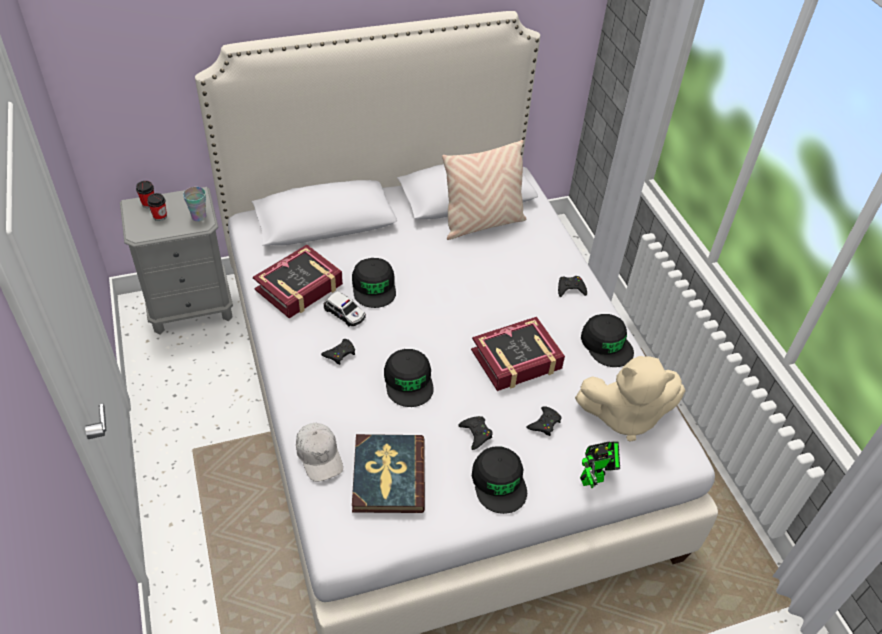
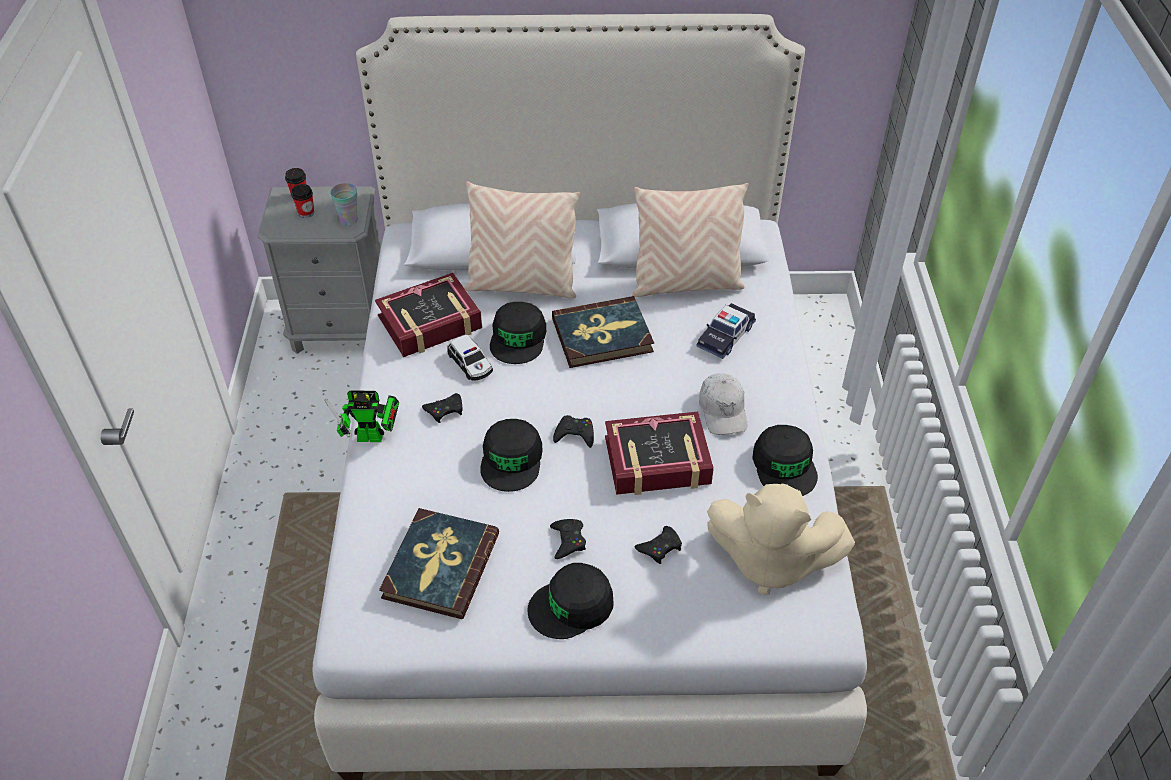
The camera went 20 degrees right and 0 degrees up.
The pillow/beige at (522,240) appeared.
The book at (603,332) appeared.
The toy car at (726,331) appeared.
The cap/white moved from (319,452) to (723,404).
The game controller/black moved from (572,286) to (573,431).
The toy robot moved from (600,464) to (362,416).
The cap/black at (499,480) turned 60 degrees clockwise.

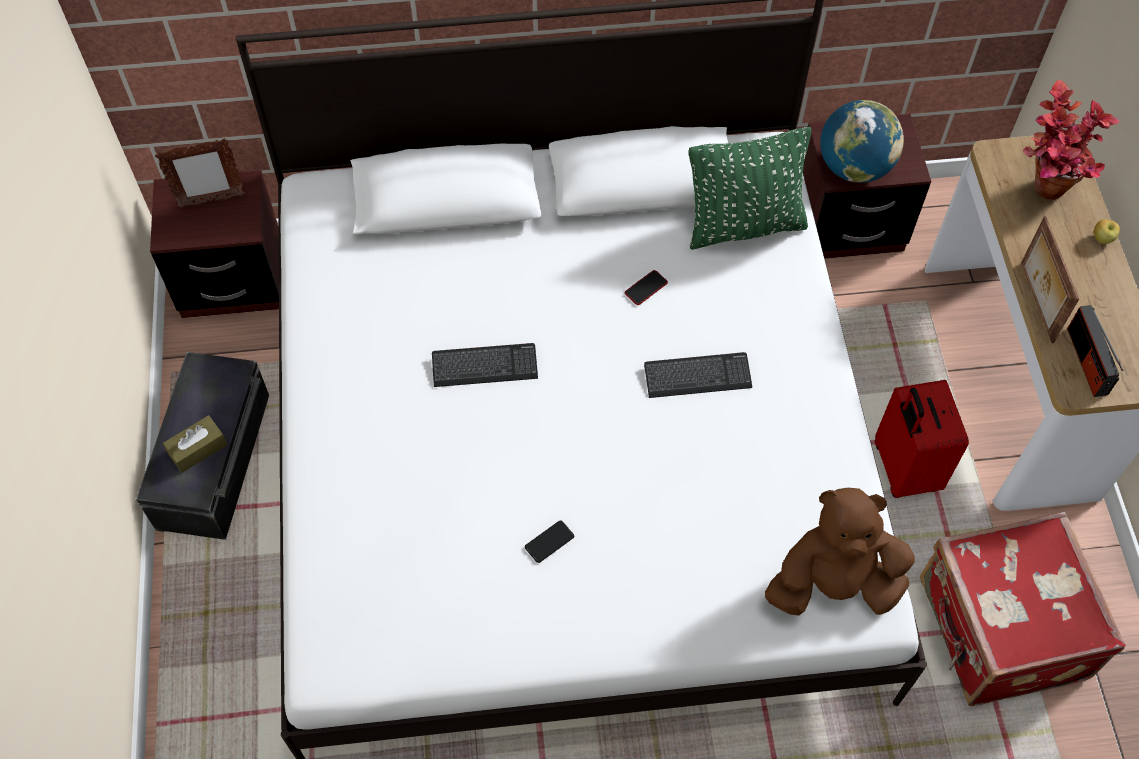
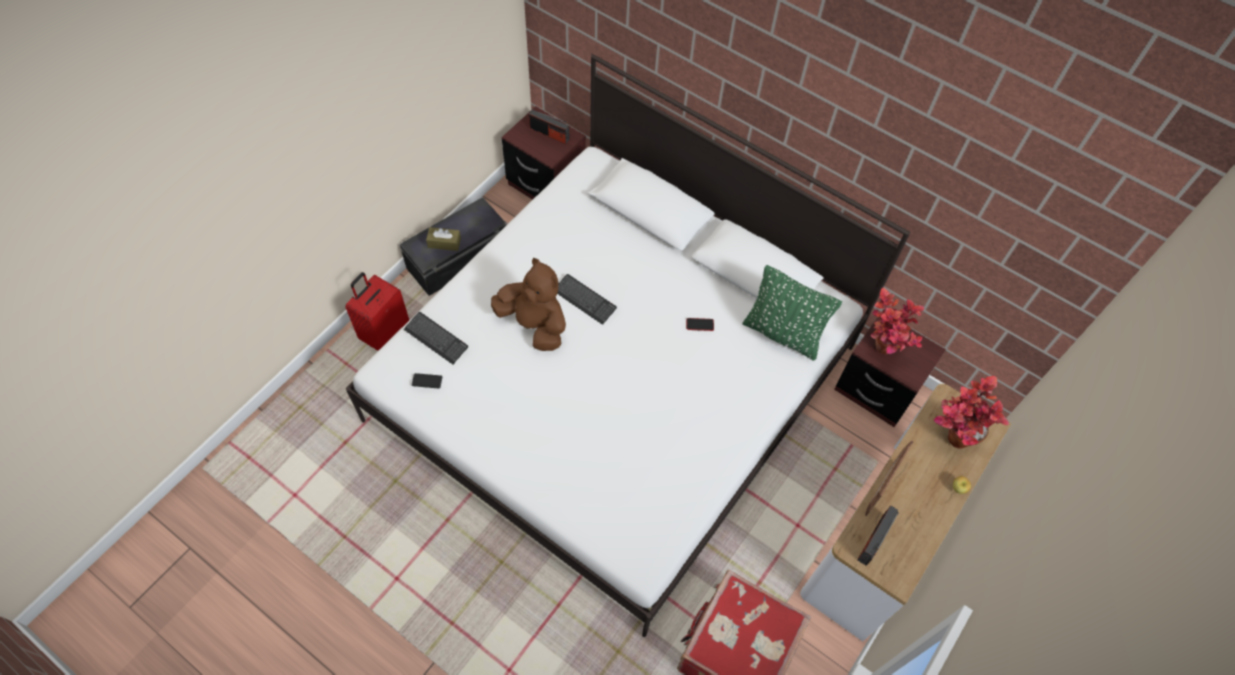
The camera went 40 degrees right and 0 degrees up.
The phone moved from (549,541) to (427,381).
The keyboard moved from (698,375) to (436,338).
The plush toy/brown moved from (840,551) to (528,304).
The suitcase/red moved from (922,439) to (377,311).
The picture frame at (200,173) was replaced by the radio at (549,127).
The globe at (862,141) was replaced by the potted plant at (897,321).

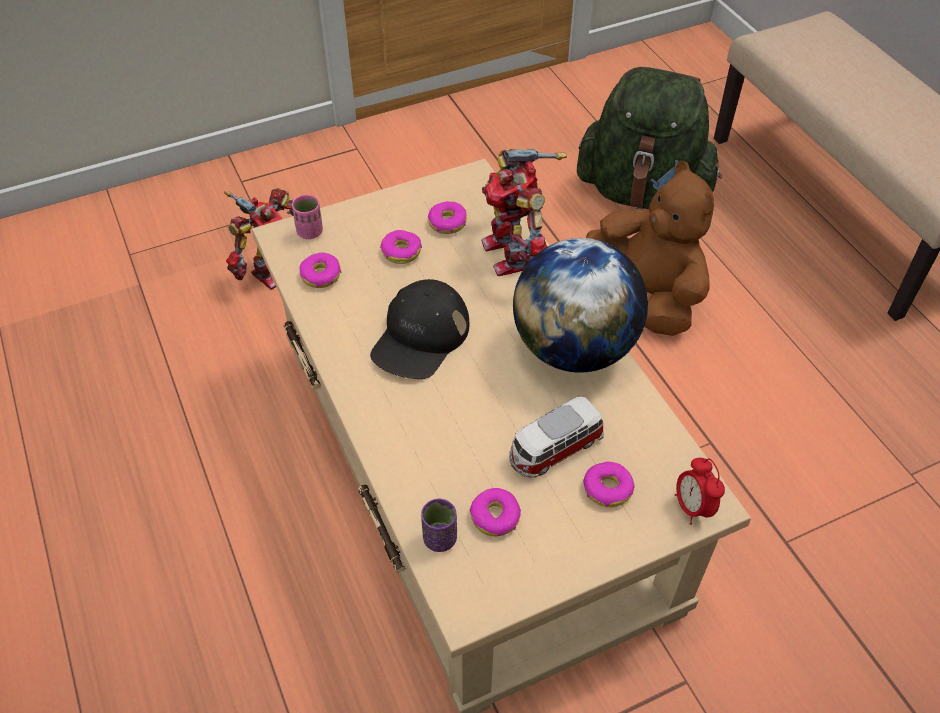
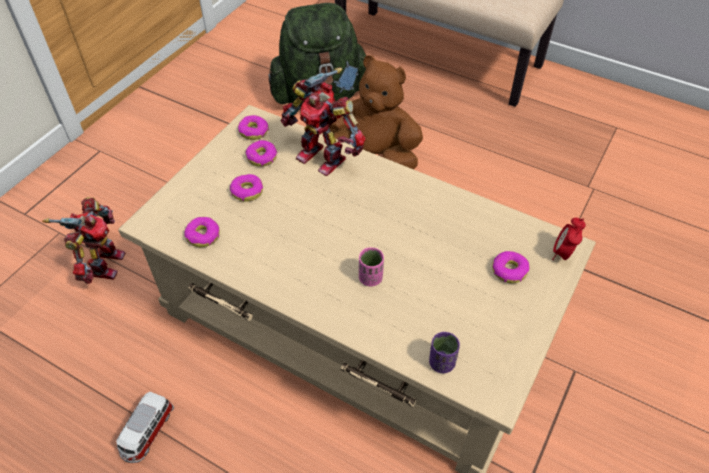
The camera went 35 degrees left and 0 degrees up.
The cap/black at (419,329) disappeared.
The globe at (580,305) disappeared.
The cup/pink moved from (307,217) to (371,267).
The donut moved from (495,512) to (253,127).
The toy car moved from (556,437) to (145,427).
The alarm clock at (700,491) turned 75 degrees clockwise.

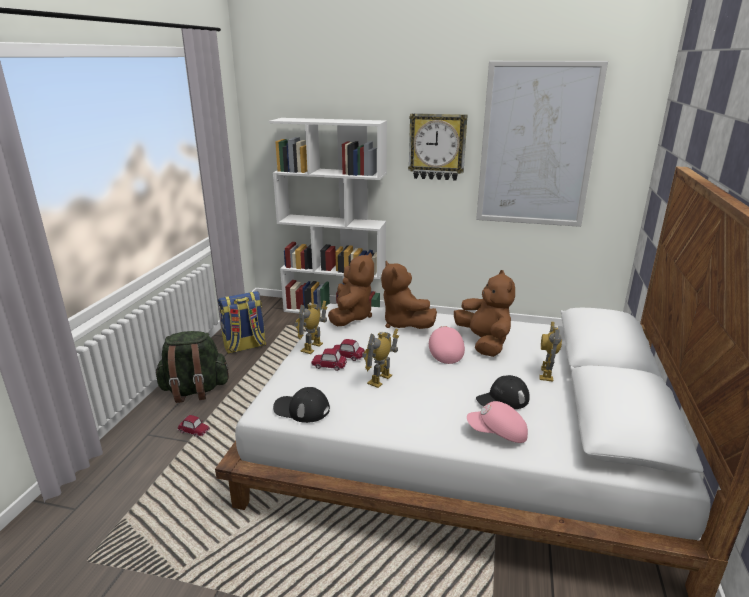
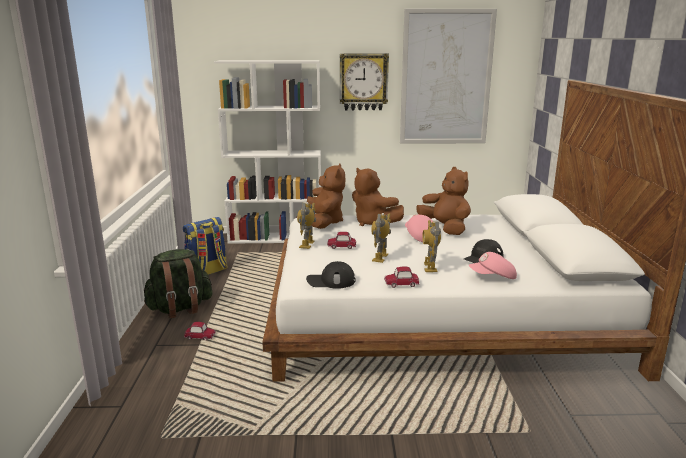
The camera went 15 degrees left and 5 degrees down.
The toy car moved from (329,359) to (401,277).
The toy robot moved from (550,352) to (431,246).

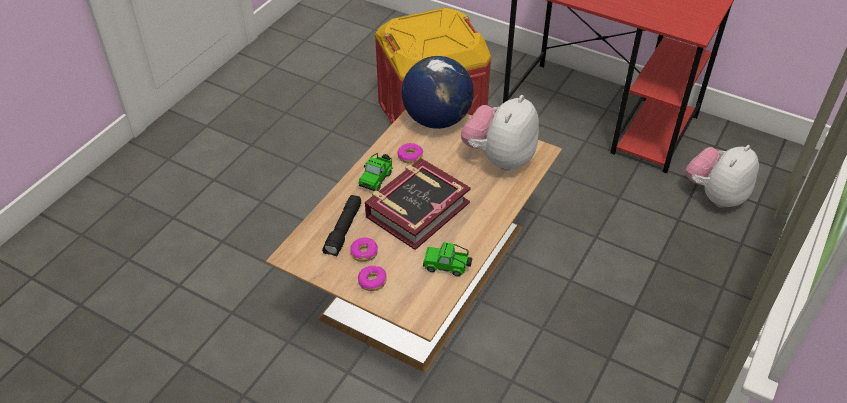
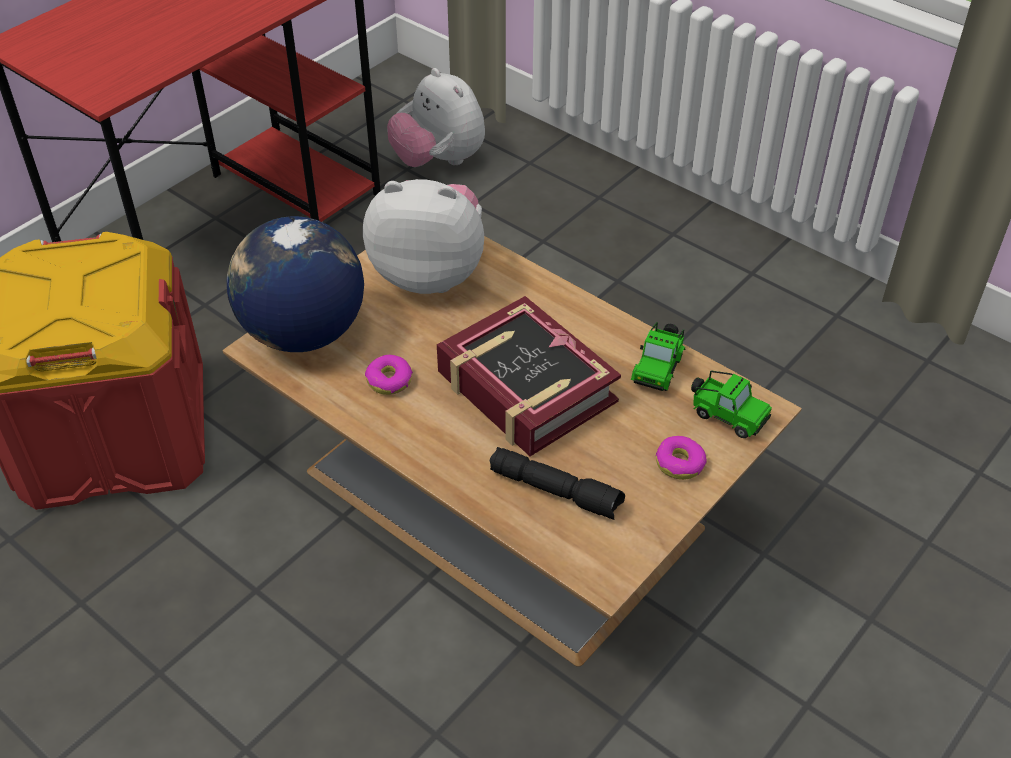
The camera went 80 degrees left and 0 degrees up.
The donut at (364,249) disappeared.
The toy car moved from (375,172) to (731,404).
The plush toy at (500,133) turned 150 degrees clockwise.

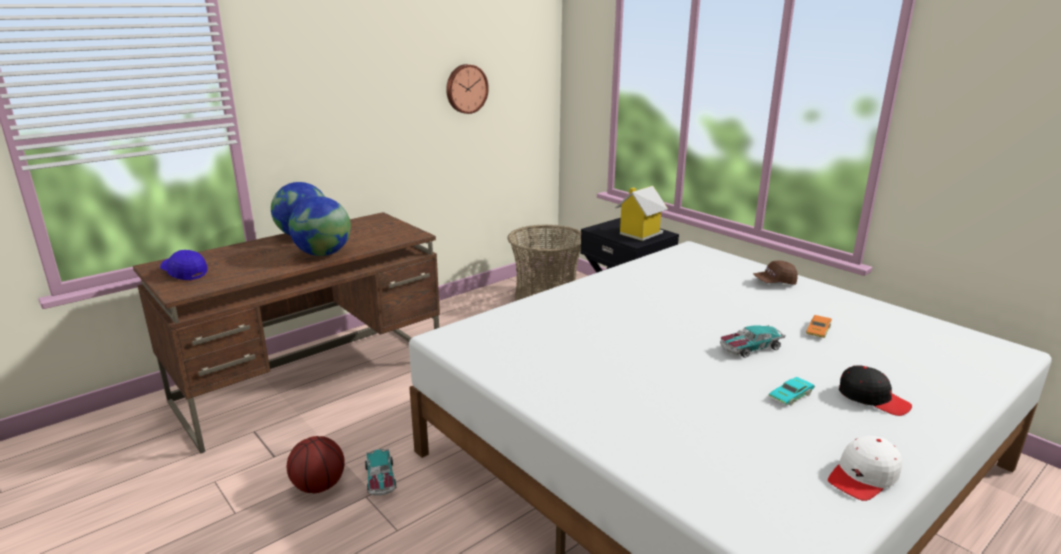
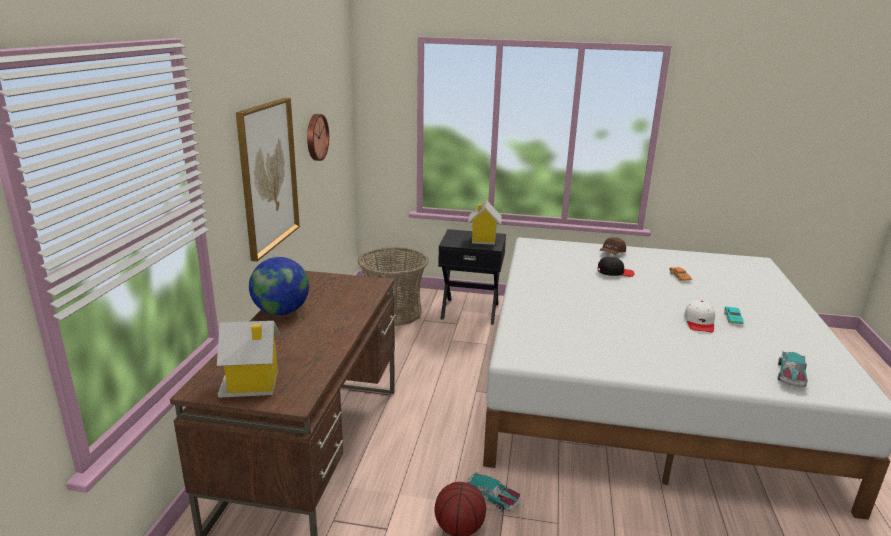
The camera went 40 degrees left and 0 degrees up.
The globe at (320,226) disappeared.
The picture at (268,179) appeared.
The toy car moved from (752,341) to (793,369).
The cap/white moved from (865,468) to (699,316).
The cap/black moved from (875,390) to (616,267).
The cap/blue at (184,265) was replaced by the toy house at (248,359).

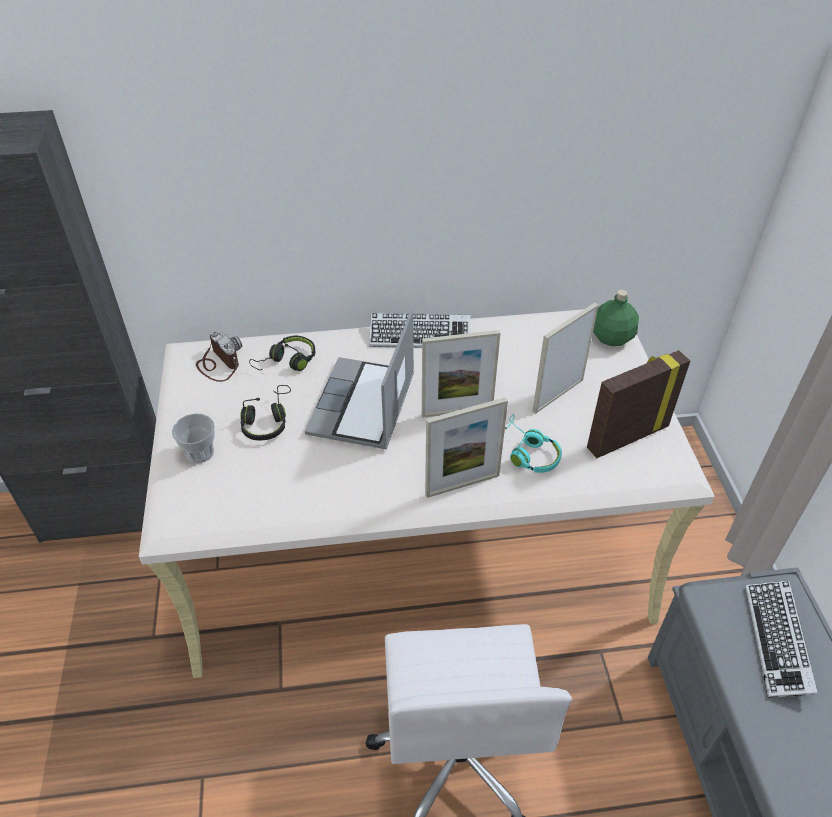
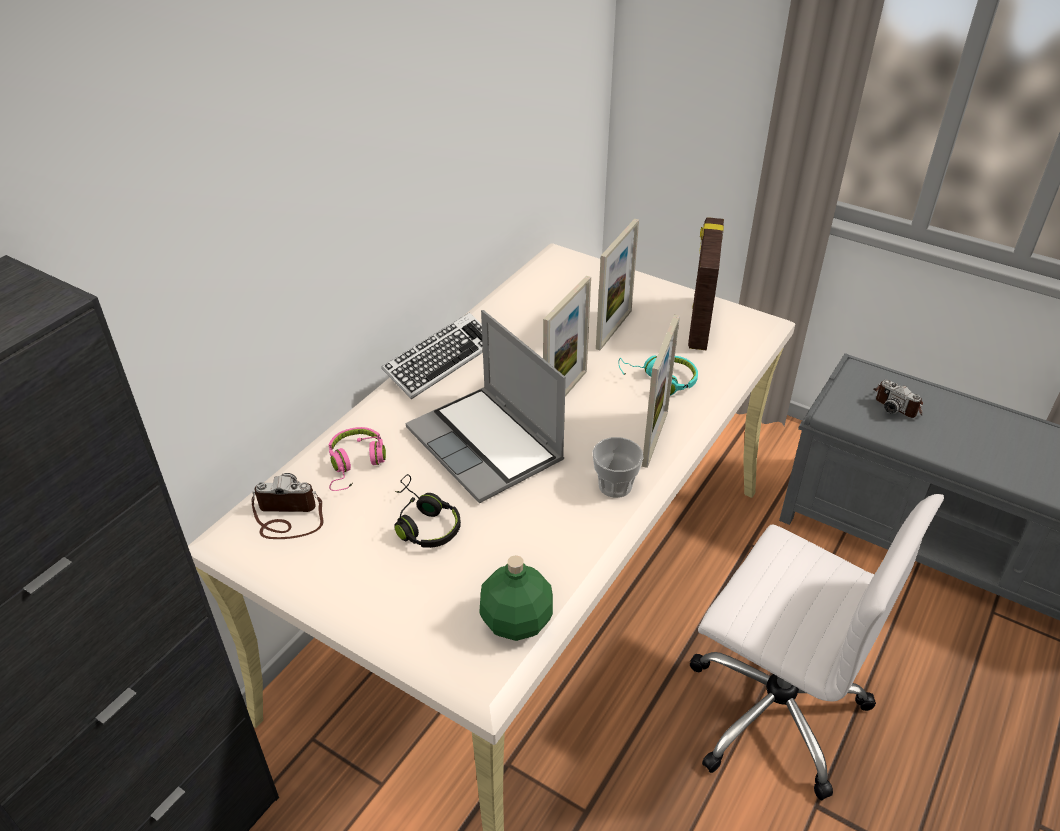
The camera went 50 degrees left and 5 degrees down.
The cup moved from (193,438) to (618,467).
The bottle/green moved from (616,318) to (516,598).
The keyboard at (781,639) was replaced by the photo camera at (898,399).
The headphones/black at (282,353) became the headphones/pink at (357,459).
The picture frame at (565,358) turned 150 degrees counterclockwise.

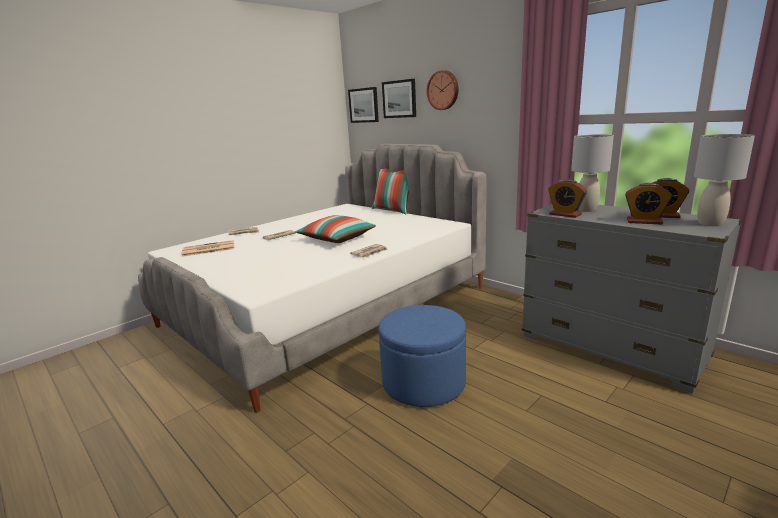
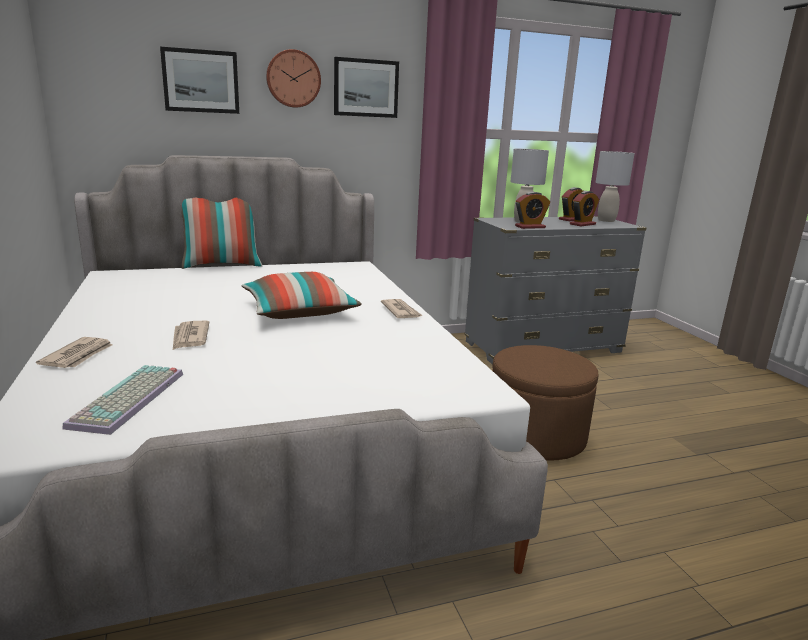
The camera went 65 degrees left and 0 degrees up.
The picture moved from (363,105) to (366,87).
The newspaper at (208,248) was replaced by the keyboard at (122,400).
The ottoman/blue at (422,356) became the ottoman/brown at (545,403).

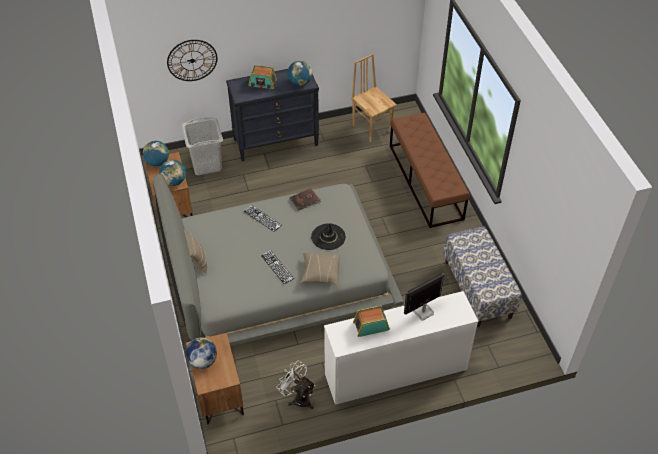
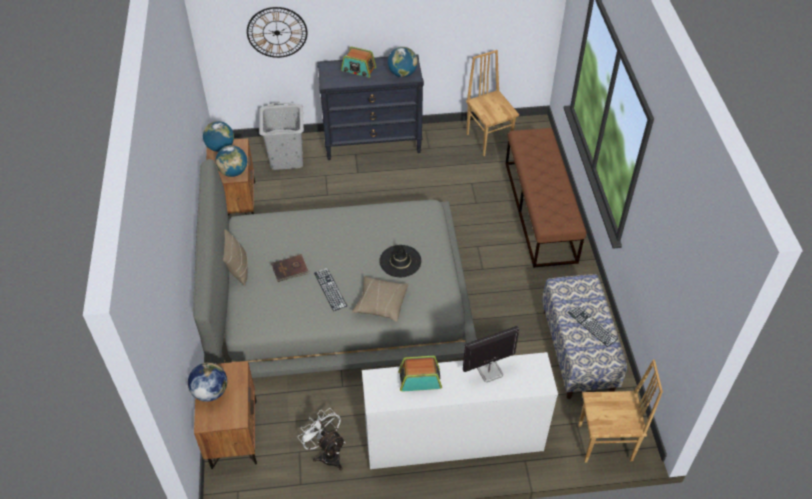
The camera went 10 degrees right and 0 degrees up.
The chair/brown at (620,411) appeared.
The keyboard moved from (263,218) to (592,326).
The book/brown moved from (305,199) to (290,268).

